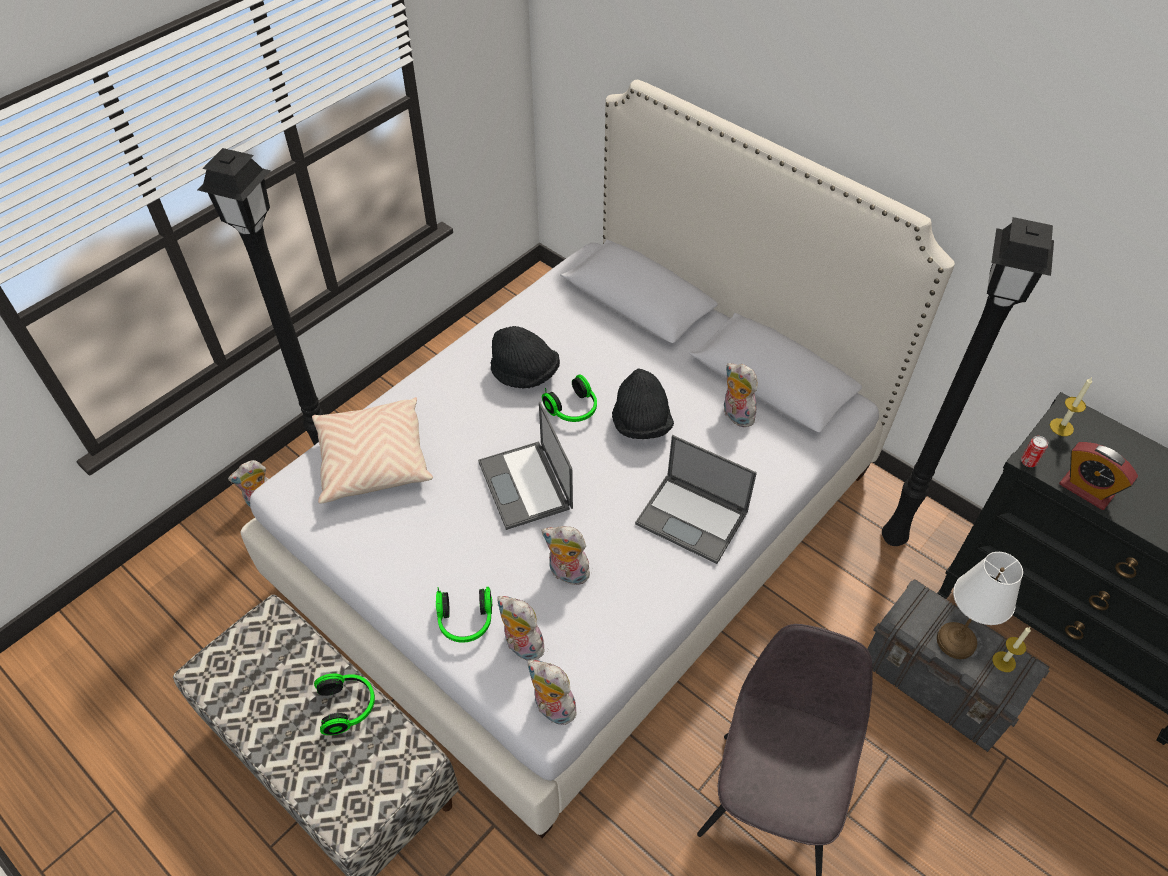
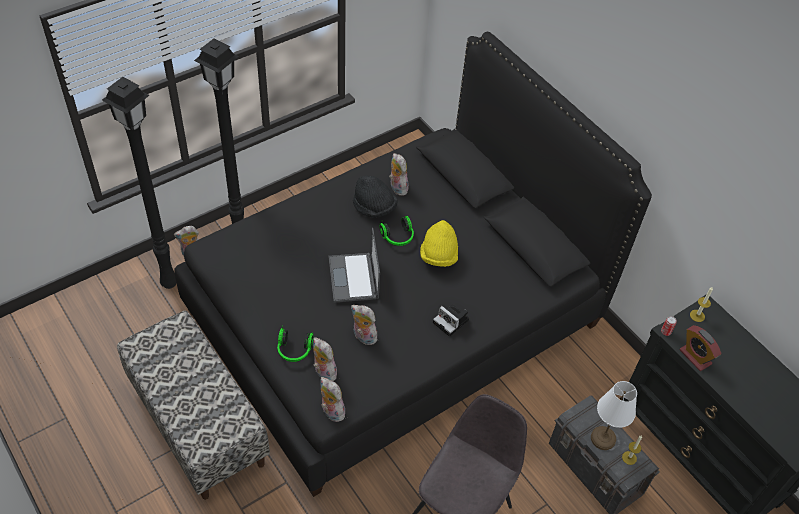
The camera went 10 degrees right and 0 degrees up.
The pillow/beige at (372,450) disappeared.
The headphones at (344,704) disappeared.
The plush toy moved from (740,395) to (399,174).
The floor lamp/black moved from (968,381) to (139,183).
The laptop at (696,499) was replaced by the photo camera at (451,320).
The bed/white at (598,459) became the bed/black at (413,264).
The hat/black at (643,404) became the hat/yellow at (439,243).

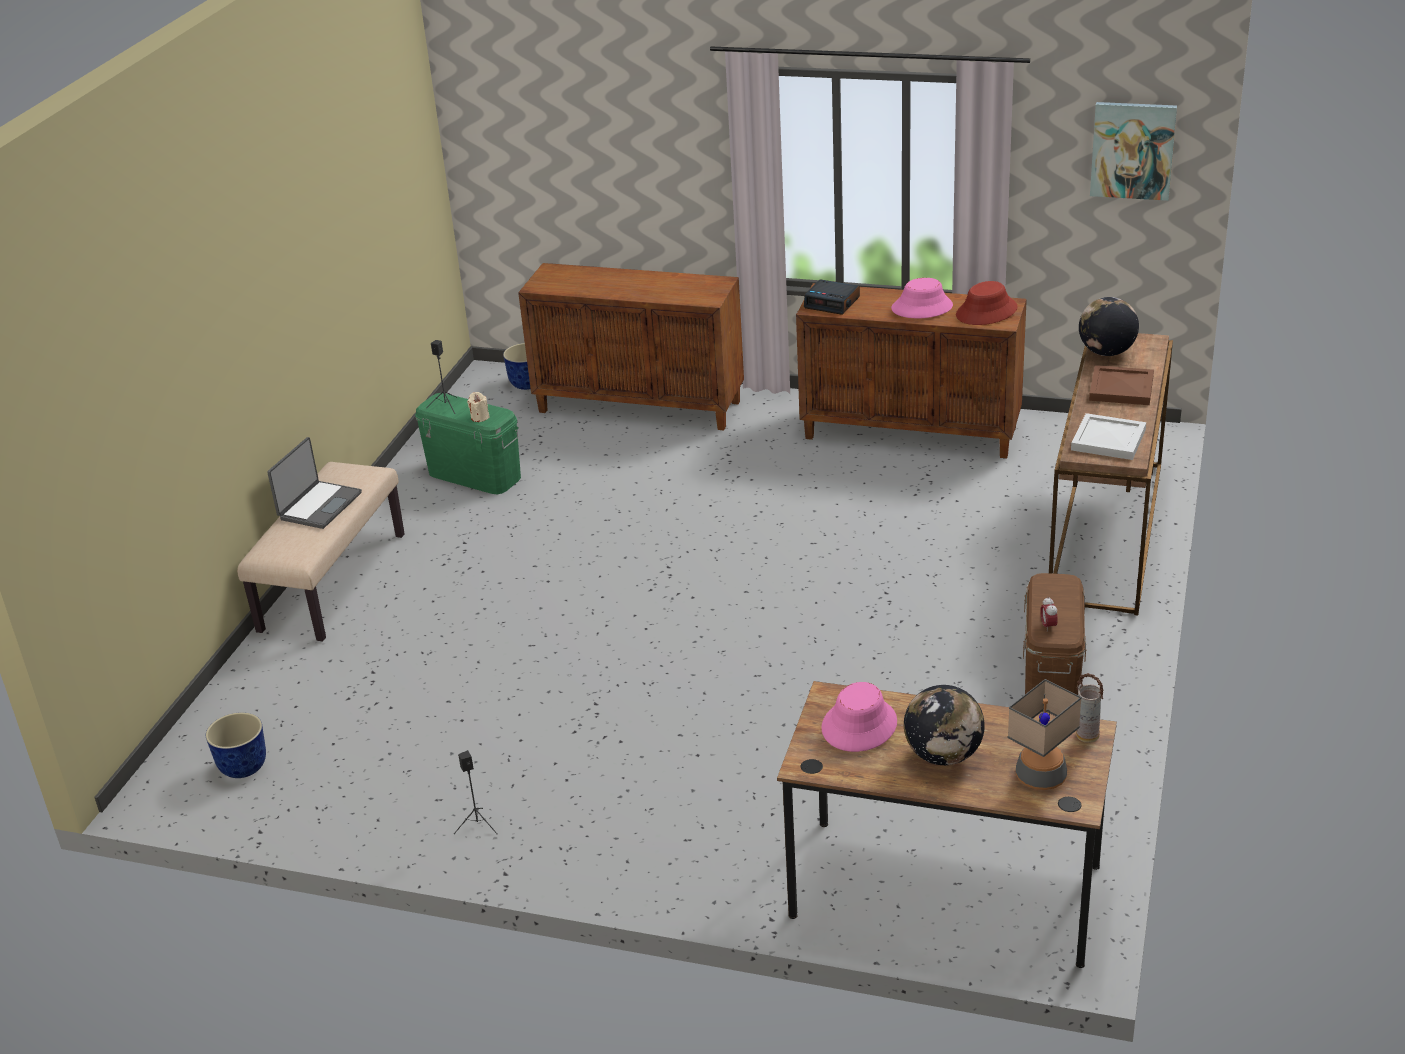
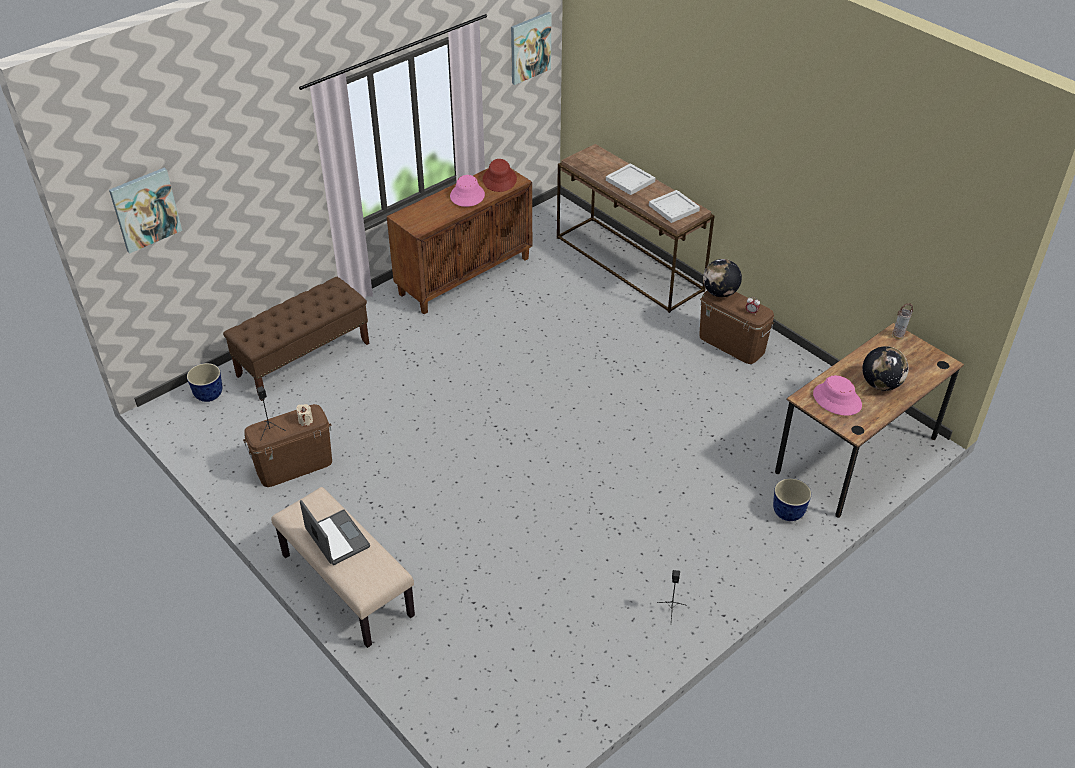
The camera went 60 degrees left and 10 degrees up.
The alarm clock at (832,297) disappeared.
The table lamp at (1045,734) disappeared.
The picture at (145,210) appeared.
The planter moved from (236,745) to (792,499).
The globe moved from (1109,326) to (722,278).
The cabinet/brown at (631,346) was replaced by the bench/brown at (296,339).
The storage box/green at (468,443) became the storage box/brown at (287,445).
The tray/brown at (1121,385) became the tray/white at (630,179).

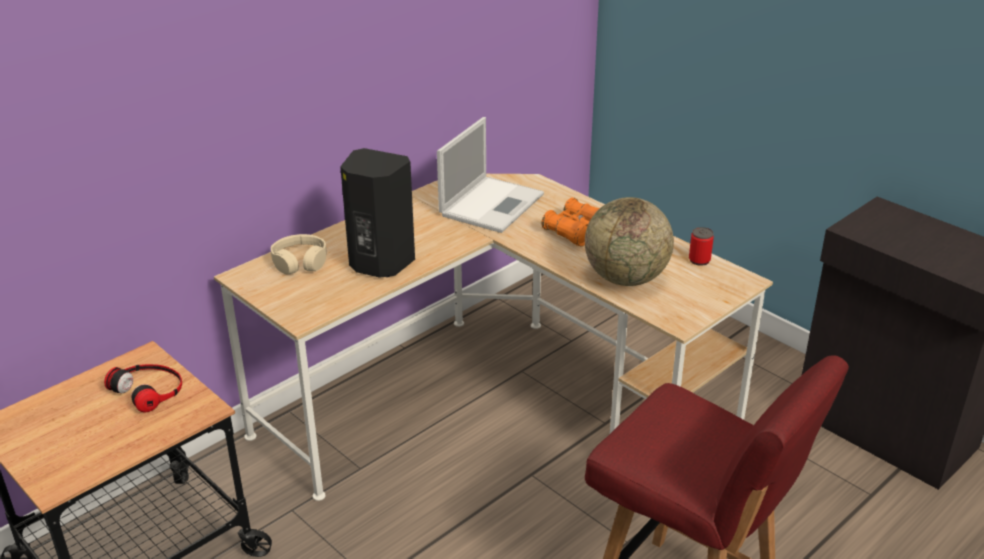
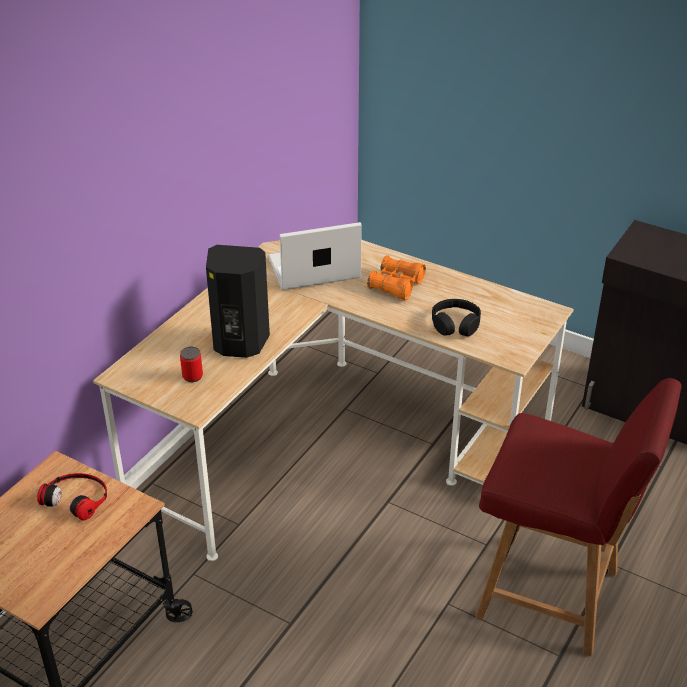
The camera went 15 degrees left and 5 degrees up.
The headphones/beige at (299,254) disappeared.
The can moved from (701,246) to (191,364).
The globe at (629,241) was replaced by the headphones/black at (456,317).
The laptop at (490,175) turned 120 degrees counterclockwise.

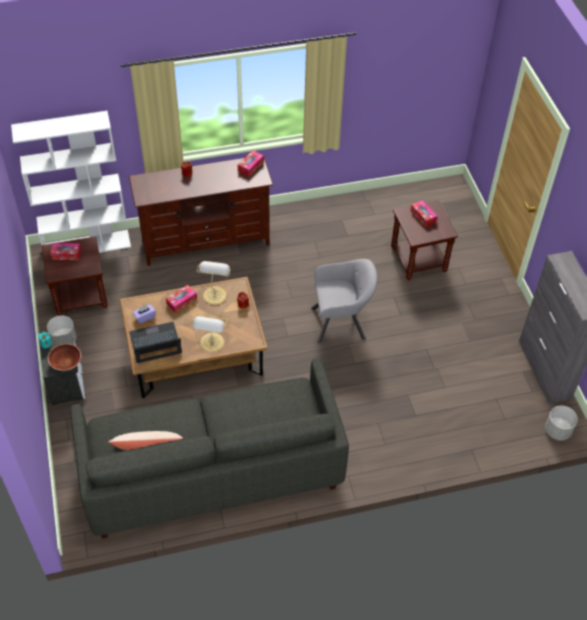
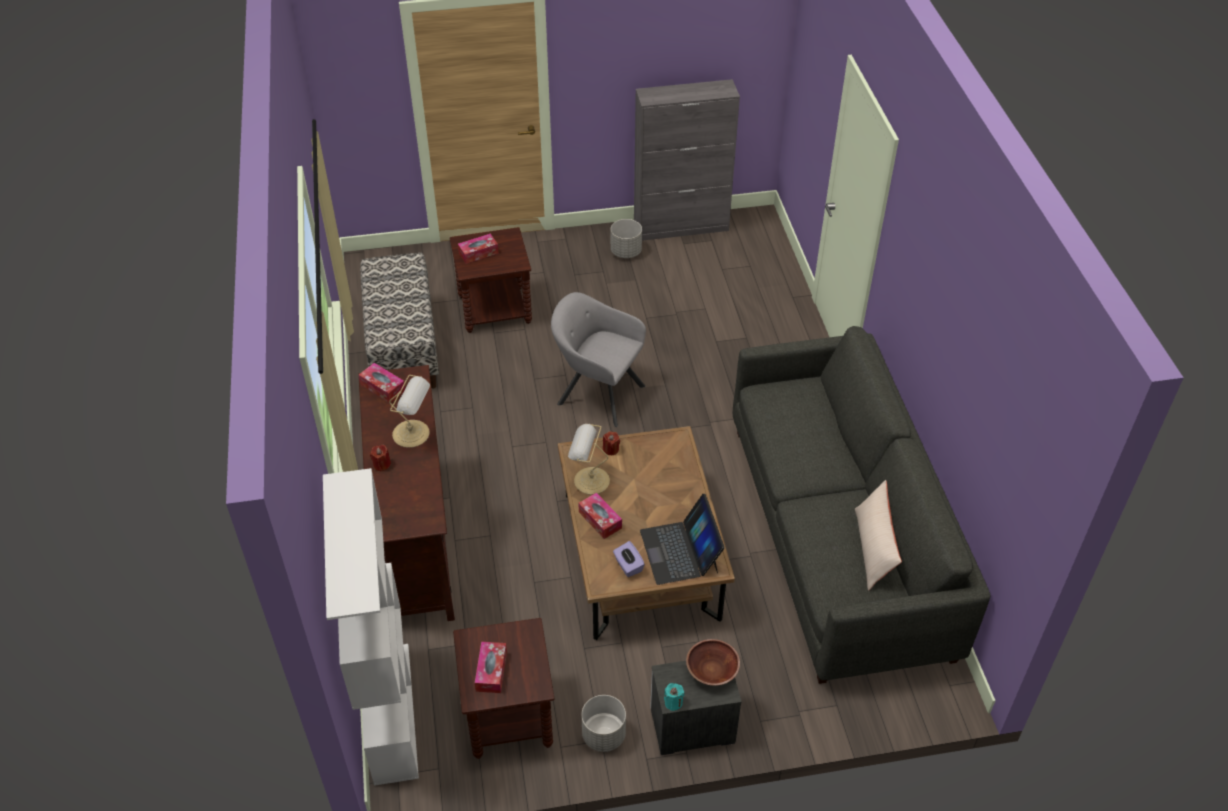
The camera went 85 degrees left and 5 degrees down.
The bench at (399,320) appeared.
The table lamp moved from (209,333) to (409,411).
The planter/grey moved from (561,423) to (626,238).
The armchair/grey at (344,301) turned 60 degrees counterclockwise.

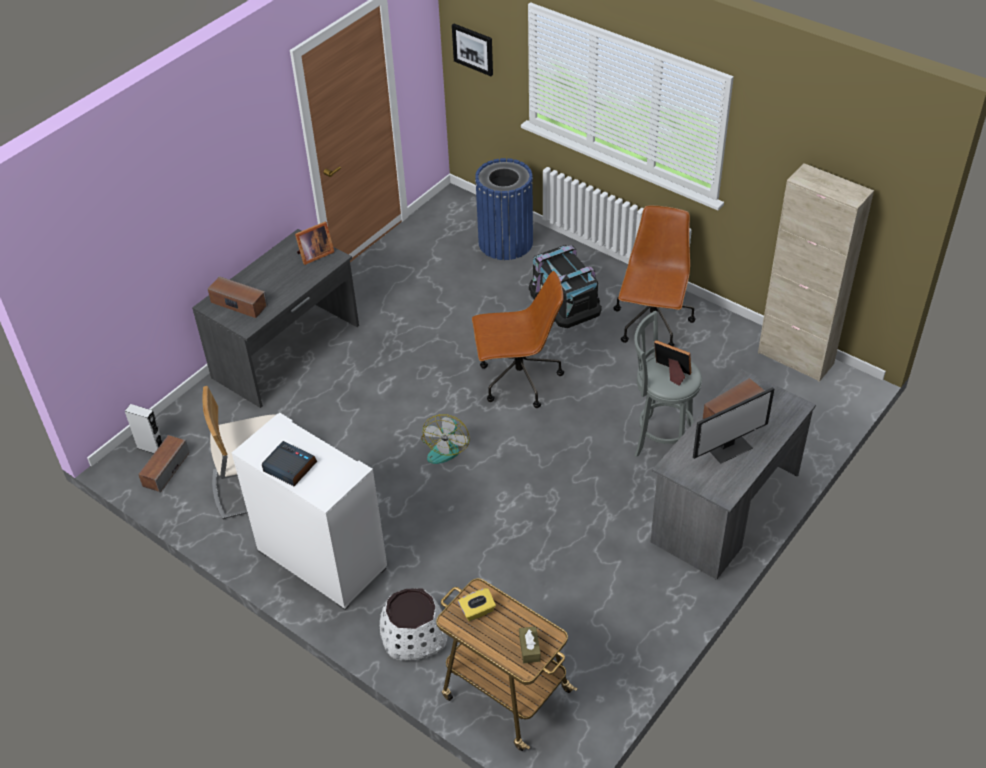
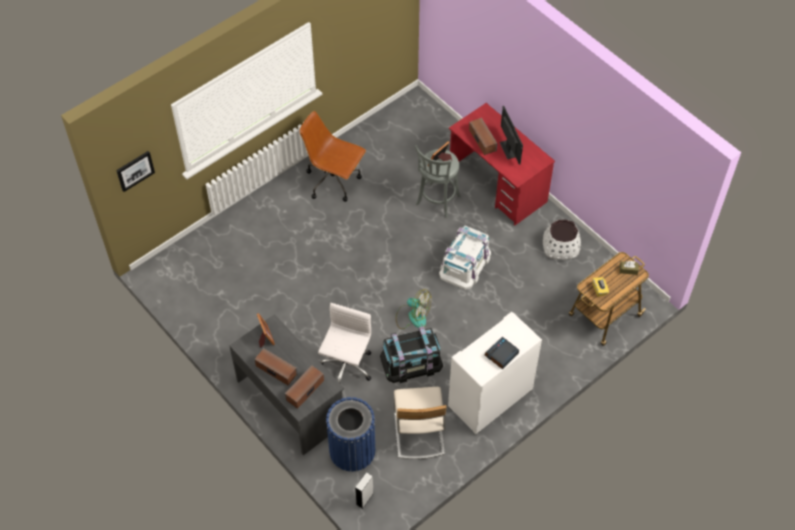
The camera went 80 degrees left and 10 degrees up.
The office chair/brown at (518,339) disappeared.
The cabinet/beige at (816,272) disappeared.
The office chair/white at (344,343) appeared.
The storage box/white at (465,258) appeared.
The speaker moved from (164,464) to (276,366).
The planter/white moved from (414,624) to (562,239).
The trash can/blue moved from (504,209) to (350,434).
The storage box/black moved from (565,286) to (411,354).
The desk/grey at (733,474) became the desk/red at (502,164).

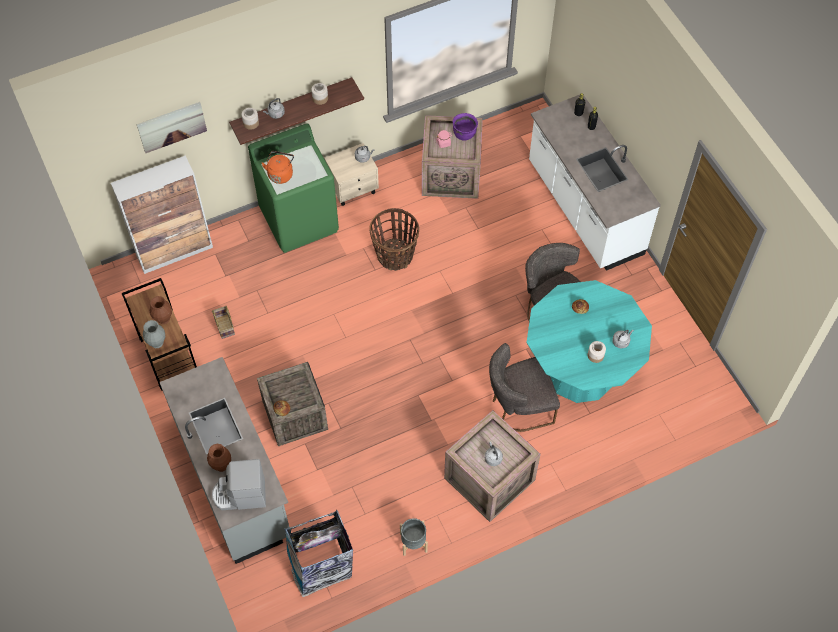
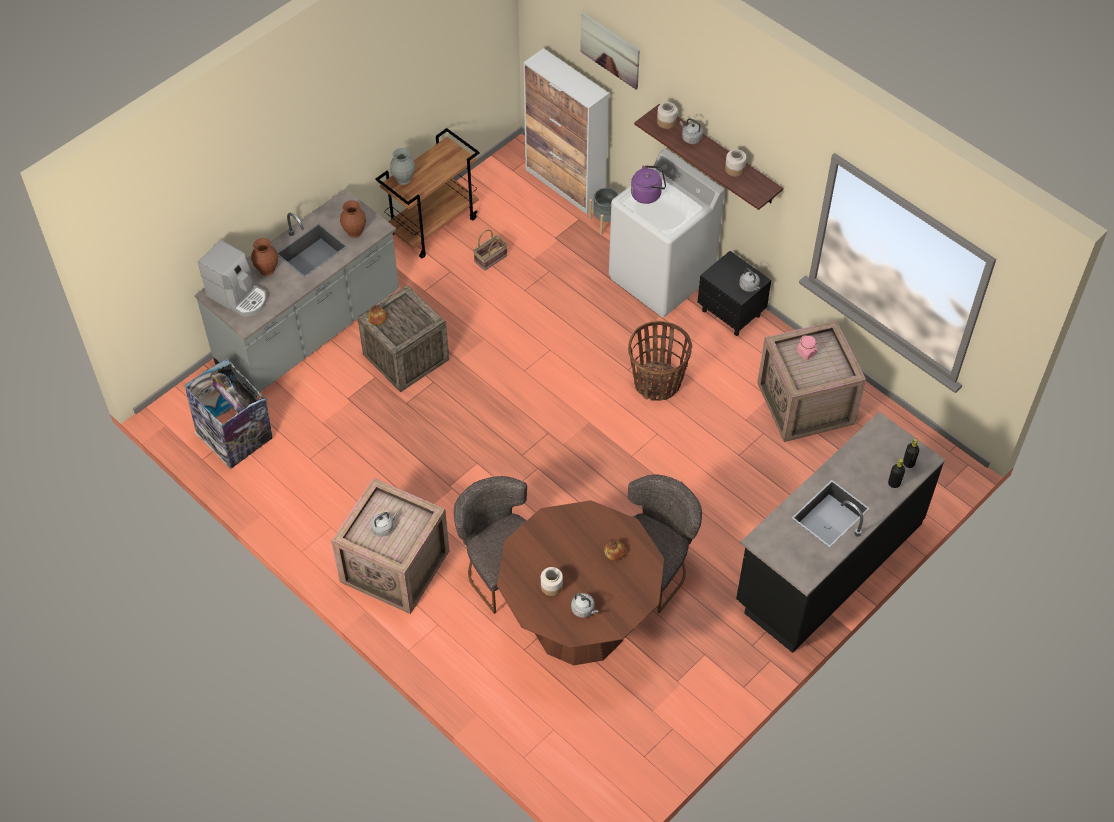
The camera went 70 degrees right and 5 degrees down.
The cooking pot/purple at (465,126) disappeared.
The vase/brown moved from (160,310) to (353,219).
The planter/grey moved from (414,537) to (604,211).
The washing machine/green at (293,188) became the washing machine/white at (666,233).
The kettle/orange at (277,167) became the kettle/purple at (648,184).
The nightstand/beige at (351,174) became the nightstand/black at (734,293).
The dining table/turquoise at (589,341) became the dining table/brown at (580,582).
The counter/white at (595,183) became the counter/black at (840,532).
The coffee machine at (239,484) turned 150 degrees clockwise.

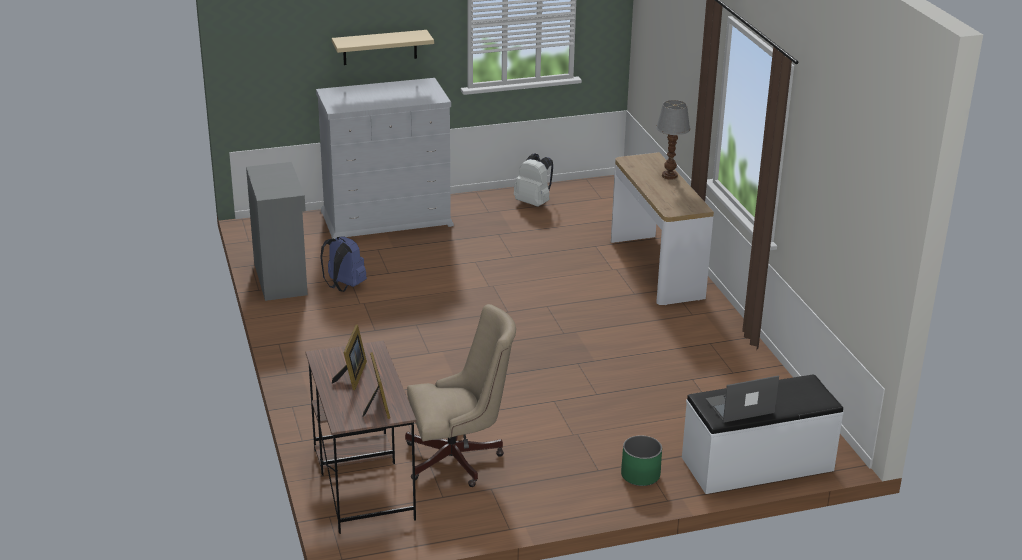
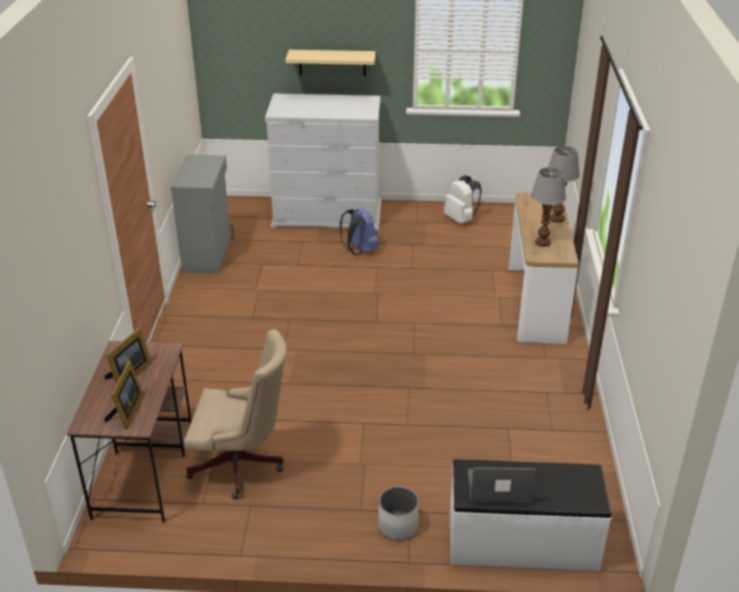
The camera went 20 degrees right and 5 degrees up.
The table lamp at (548,207) appeared.
The backpack/blue moved from (343,264) to (359,232).
The planter/green at (641,461) became the planter/white at (398,513).

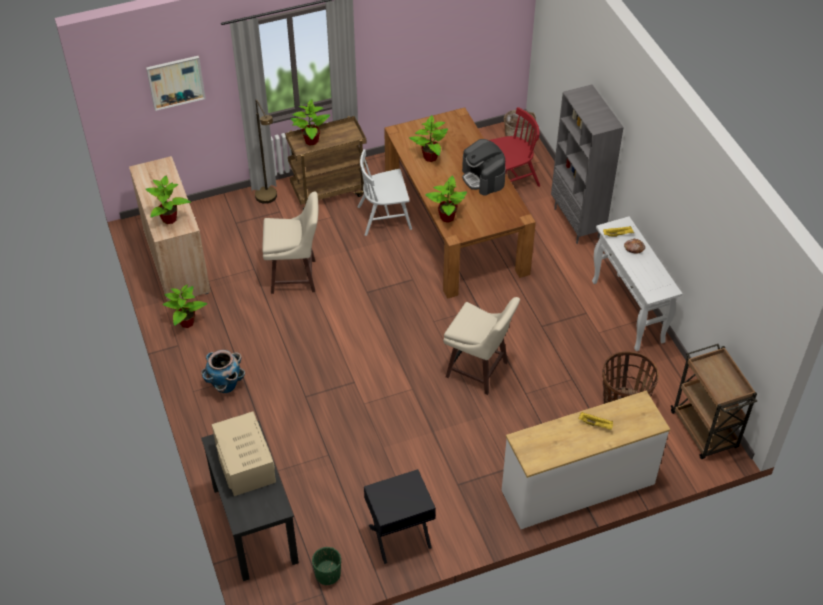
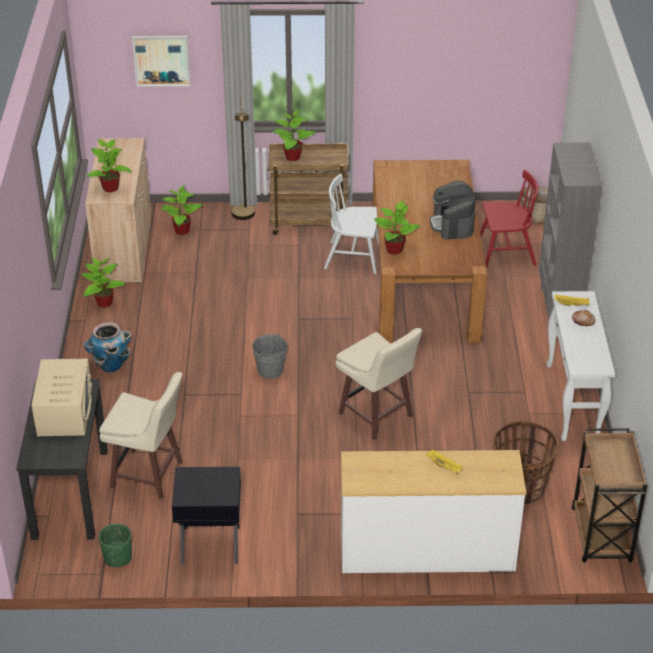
The camera went 20 degrees right and 10 degrees down.
The bucket/grey at (269,356) appeared.
The stool/beige moved from (290,243) to (141,435).
The potted plant moved from (428,138) to (182,210).

